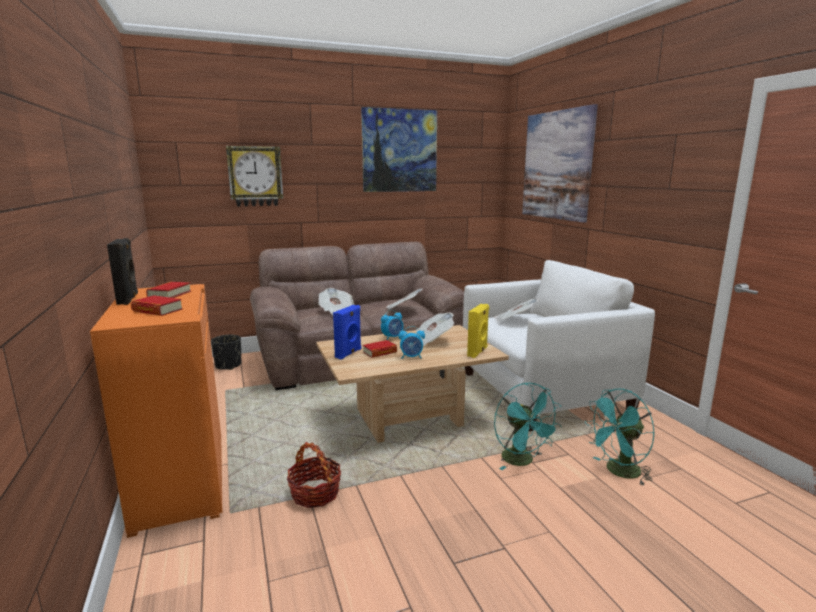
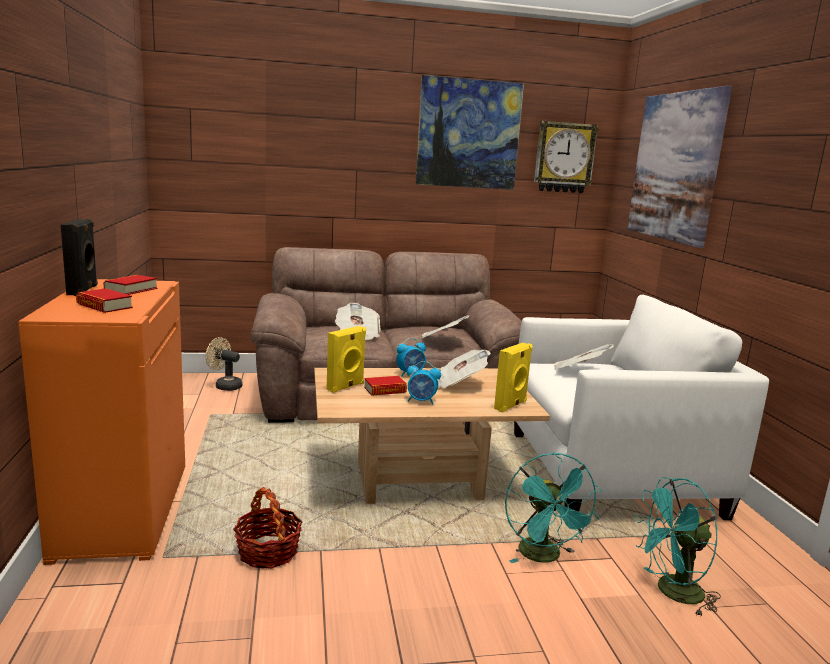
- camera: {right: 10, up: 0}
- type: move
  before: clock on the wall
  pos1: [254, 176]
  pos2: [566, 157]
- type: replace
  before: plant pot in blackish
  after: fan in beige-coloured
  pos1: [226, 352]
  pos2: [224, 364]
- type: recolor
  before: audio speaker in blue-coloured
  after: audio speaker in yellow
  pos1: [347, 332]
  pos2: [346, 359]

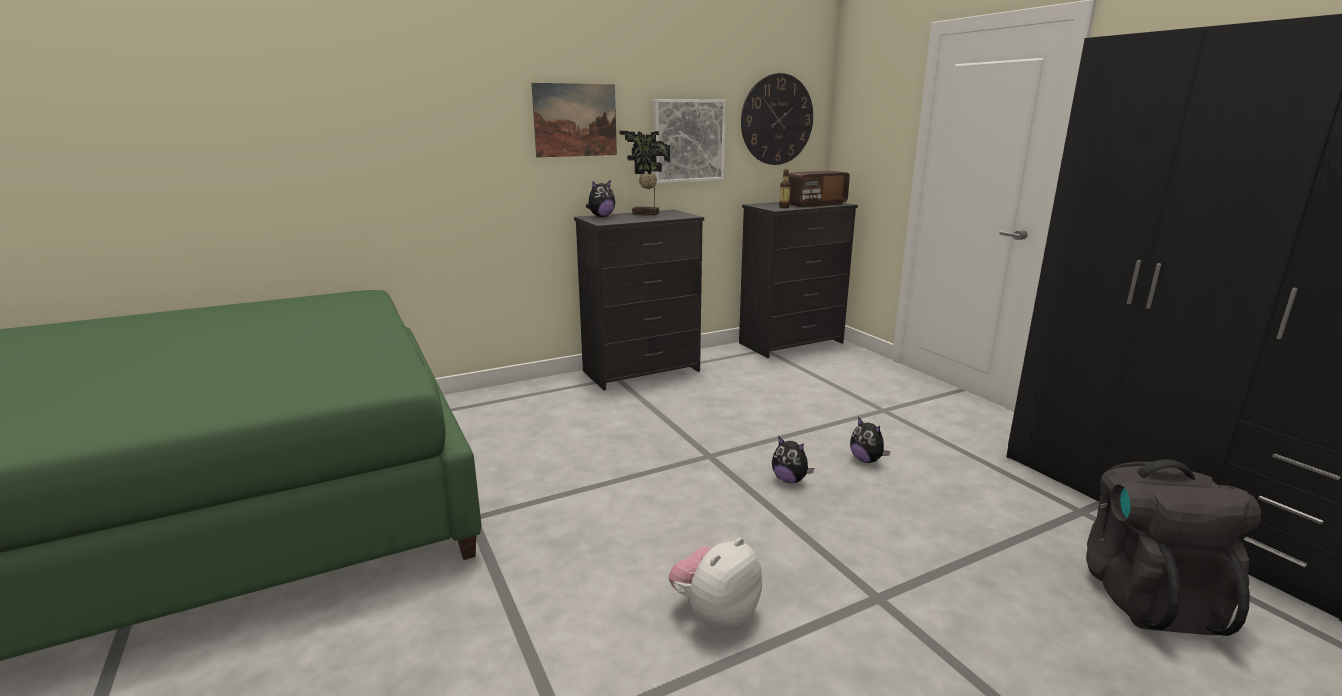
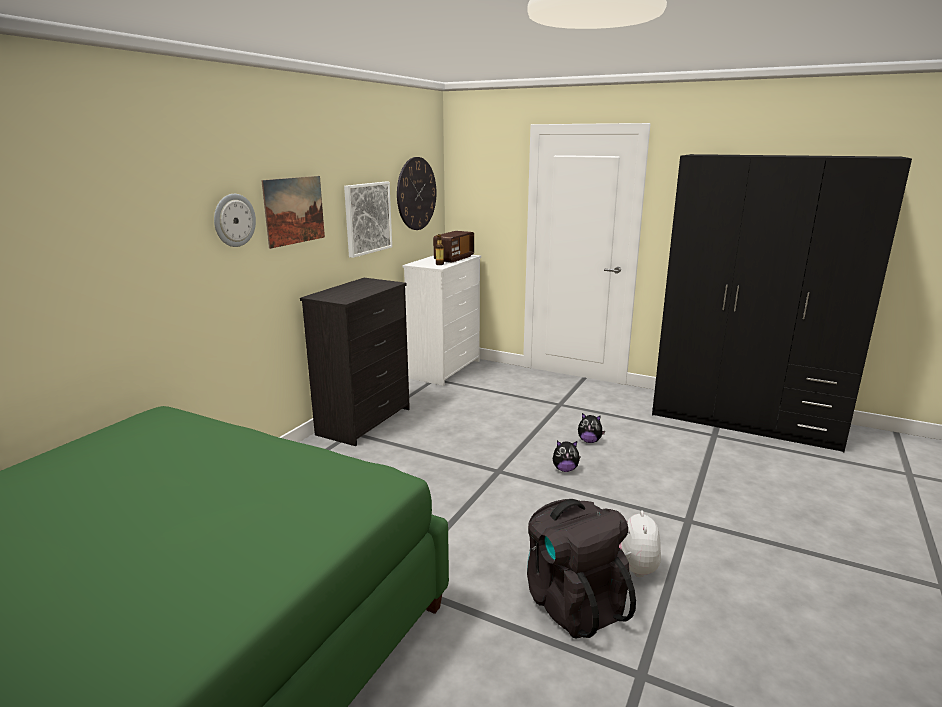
- camera: {right: -35, up: 0}
- type: delete
  before: cuddly toy
  pos1: [600, 198]
- type: delete
  before: potted plant
  pos1: [645, 173]
- type: insert
  after: clock on the wall
  pos2: [235, 220]
- type: move
  before: knapsack in blackish
  pos1: [1173, 547]
  pos2: [581, 569]
- type: recolor
  before: dresser in blackish
  after: dresser in white
  pos1: [798, 280]
  pos2: [442, 320]

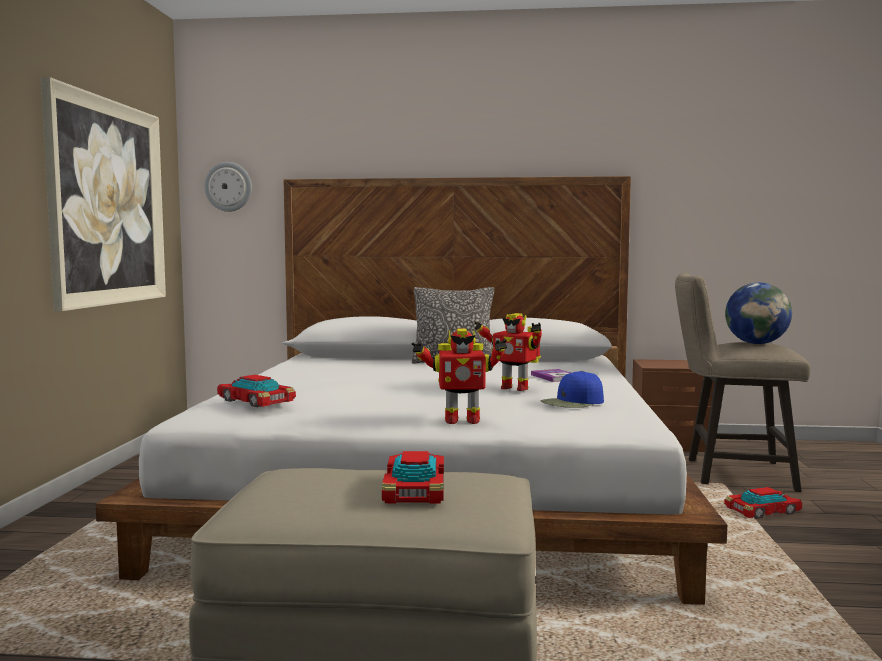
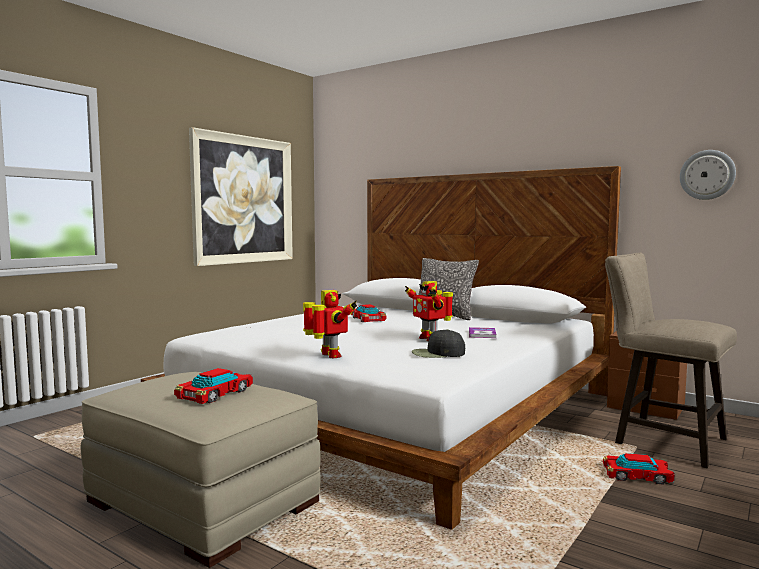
- camera: {right: 30, up: 0}
- type: delete
  before: globe
  pos1: [758, 313]
- type: move
  before: clock on the wall
  pos1: [228, 187]
  pos2: [708, 175]
- type: move
  before: toy car
  pos1: [256, 391]
  pos2: [368, 313]
- type: recolor
  before: baseball cap in blue-coloured
  after: baseball cap in blackish
  pos1: [572, 389]
  pos2: [438, 343]
- type: rotate
  before: robot figure
  pos1: [459, 376]
  pos2: [330, 324]
  turn: -150

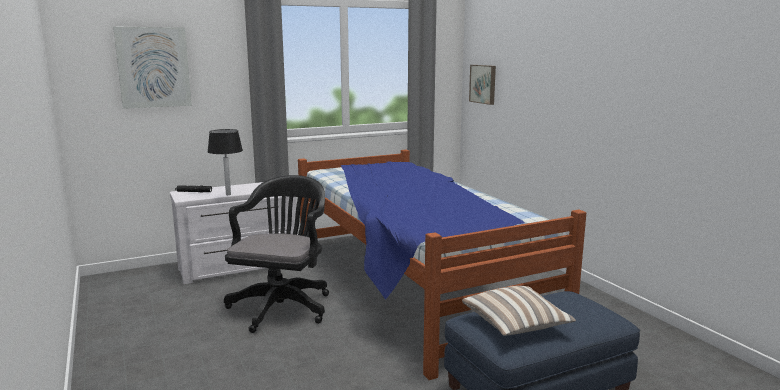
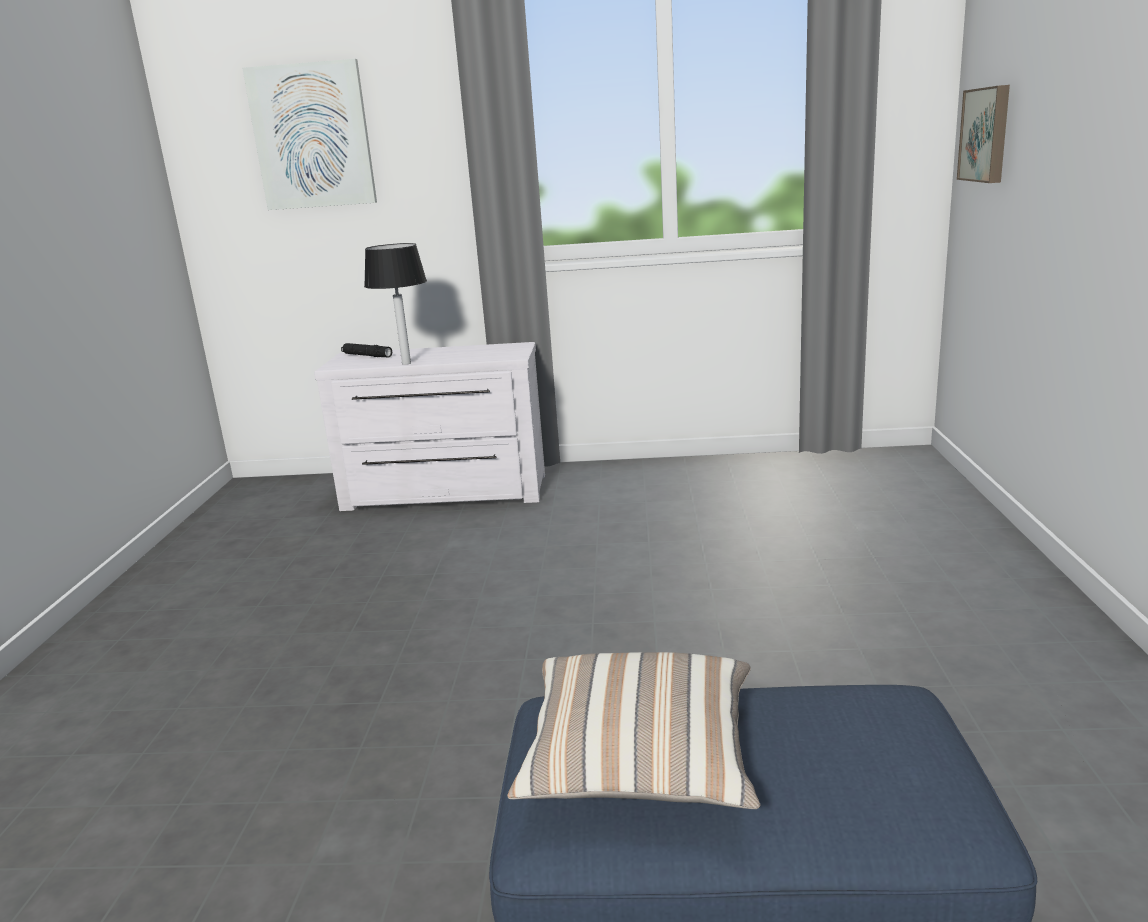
- camera: {right: 30, up: 5}
- type: delete
  before: computer chair in blackish
  pos1: [276, 254]
- type: delete
  before: bedroom bed
  pos1: [442, 265]

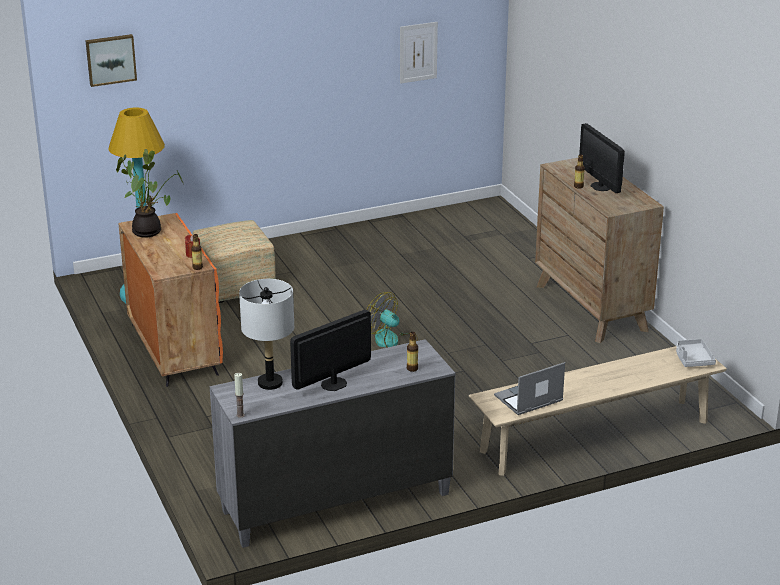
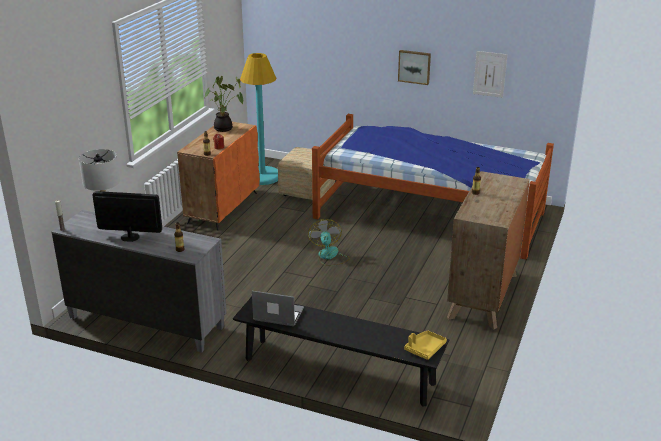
- camera: {right: 45, up: 0}
- type: delete
  before: monitor
  pos1: [602, 158]
- type: insert
  after: bedroom bed
  pos2: [433, 187]
- type: move
  before: picture
  pos1: [111, 60]
  pos2: [414, 67]
- type: recolor
  before: long seat in beige-coloured
  after: long seat in blackish
  pos1: [598, 411]
  pos2: [341, 352]
- type: recolor
  before: serving tray in gray
  after: serving tray in yellow
  pos1: [696, 353]
  pos2: [425, 345]

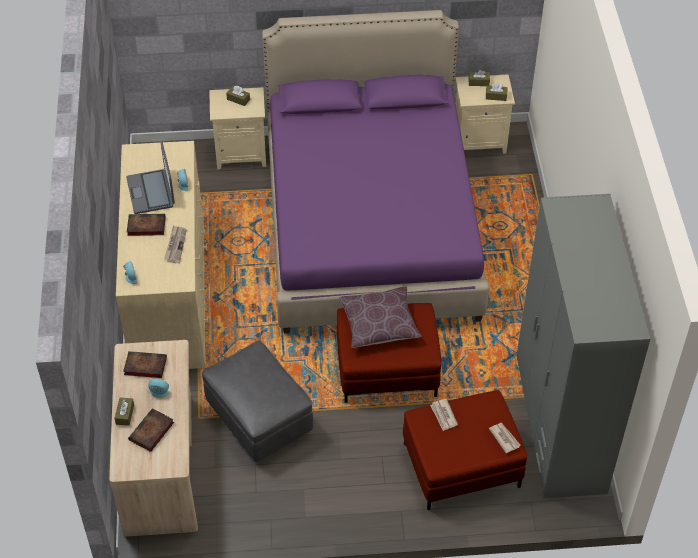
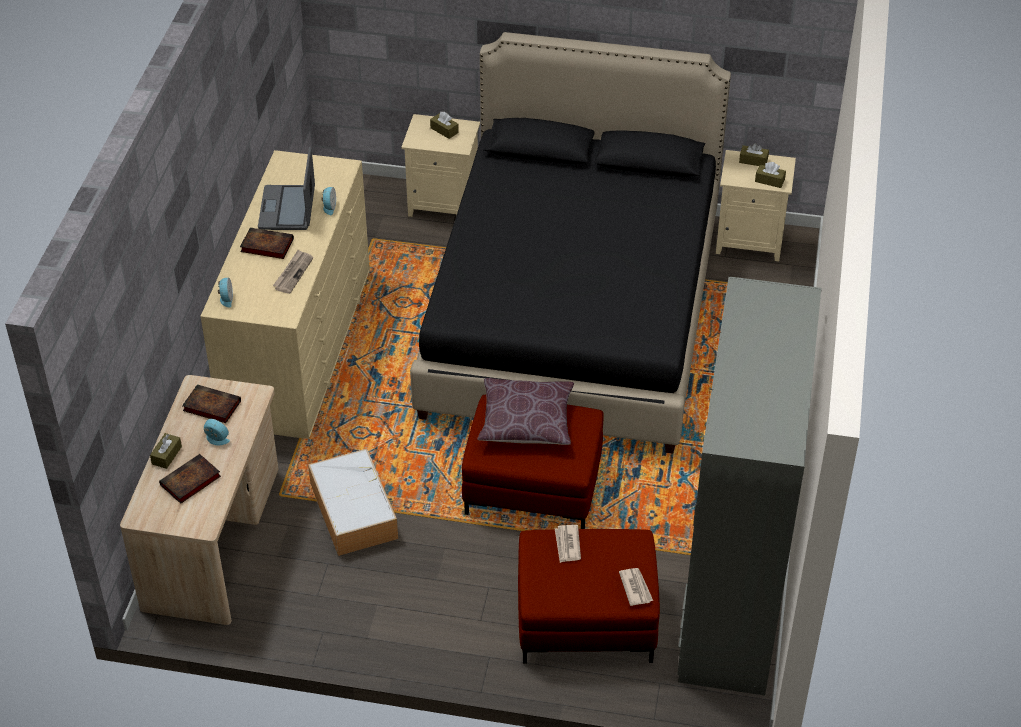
- camera: {right: 15, up: -5}
- type: replace
  before: footrest in gray
  after: storage box
  pos1: [257, 401]
  pos2: [353, 502]
- type: recolor
  before: bedroom bed in purple-coloured
  after: bedroom bed in blackish
  pos1: [375, 172]
  pos2: [570, 243]

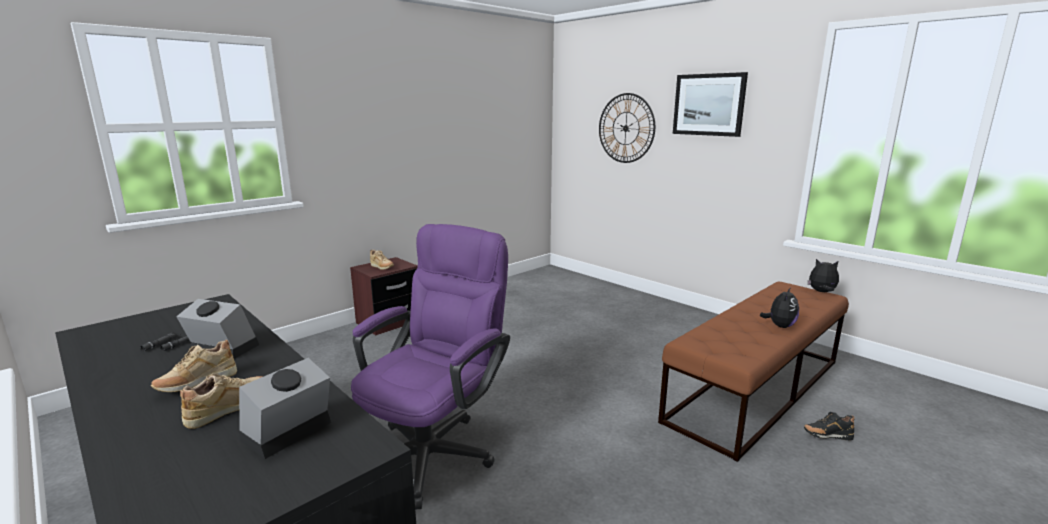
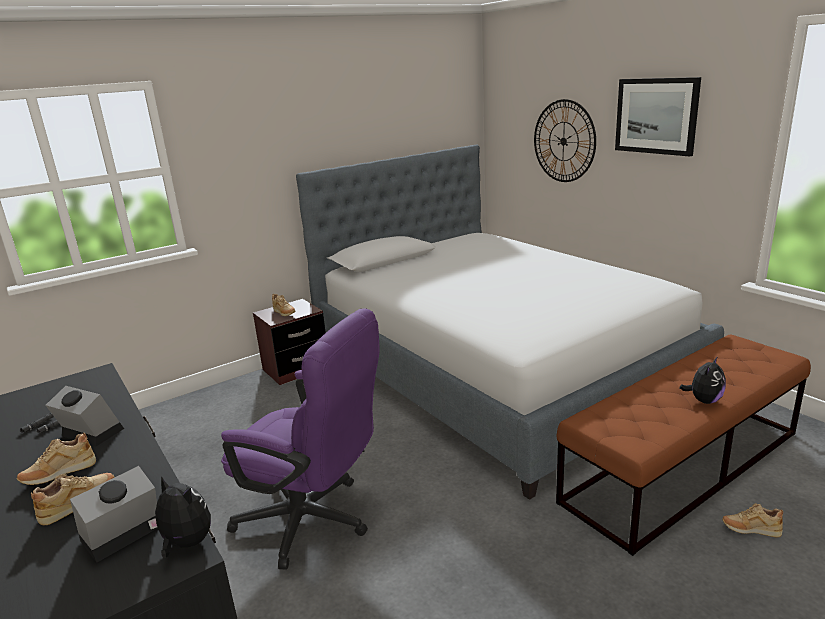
- camera: {right: 10, up: 5}
- type: insert
  after: bedroom bed
  pos2: [510, 322]
- type: move
  before: cuddly toy
  pos1: [823, 275]
  pos2: [179, 517]
- type: recolor
  before: item of footwear in blackish
  after: item of footwear in beige-coloured
  pos1: [829, 426]
  pos2: [752, 520]
- type: rotate
  before: computer chair in purple-coloured
  pos1: [430, 367]
  pos2: [300, 439]
  turn: 75

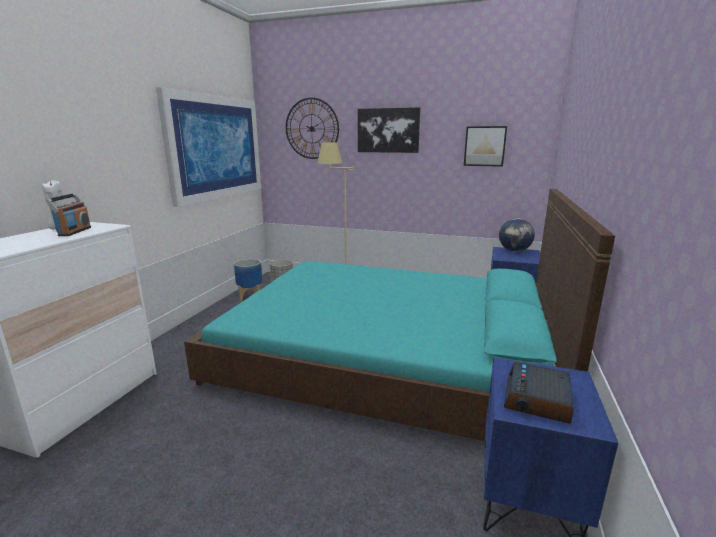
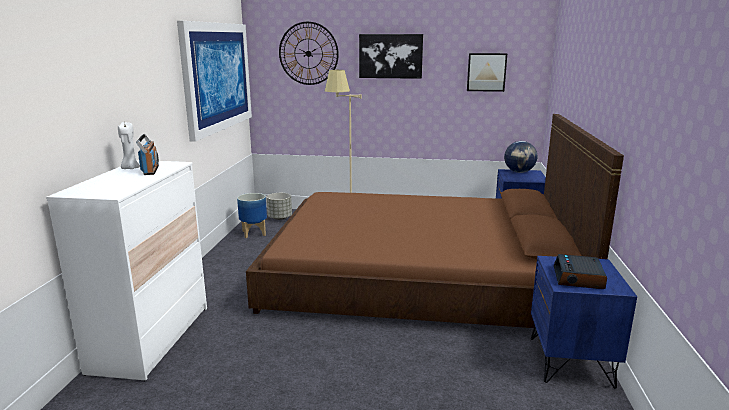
- camera: {right: -10, up: 0}
- type: recolor
  before: bedroom bed in turquoise
  after: bedroom bed in brown-coloured
  pos1: [399, 315]
  pos2: [435, 221]

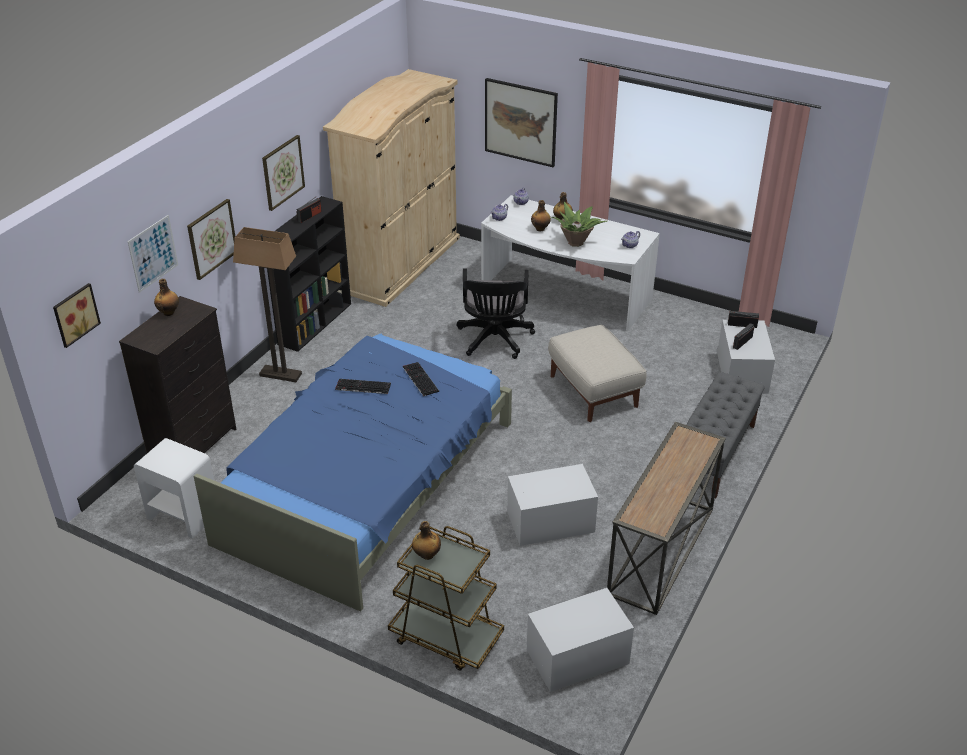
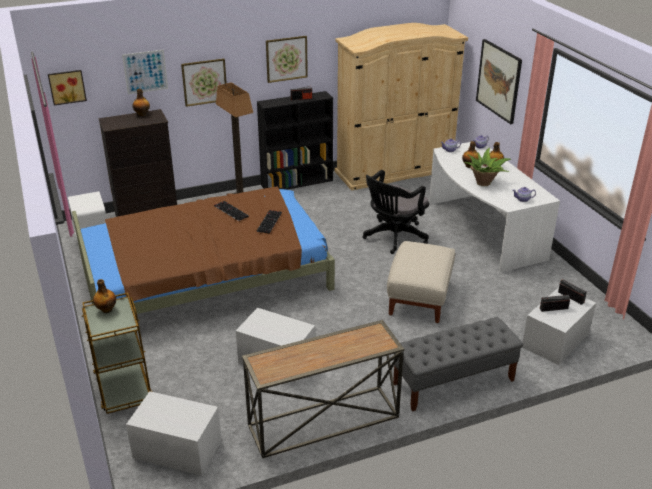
- camera: {right: 40, up: -5}
- type: recolor
  before: bedroom bed in blue-coloured
  after: bedroom bed in brown-coloured
  pos1: [353, 473]
  pos2: [203, 250]

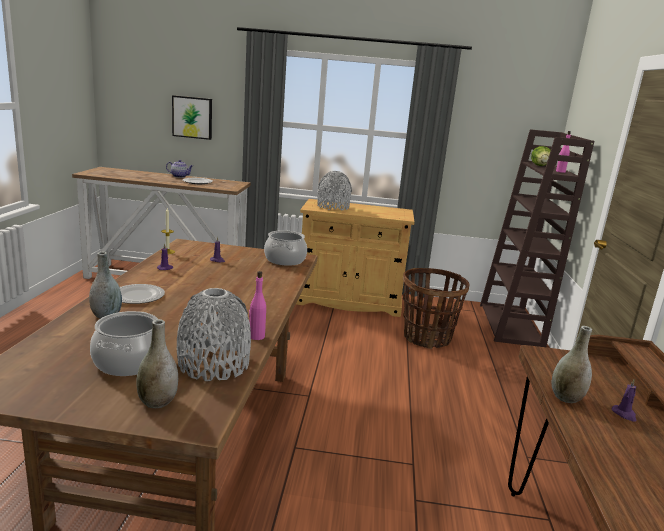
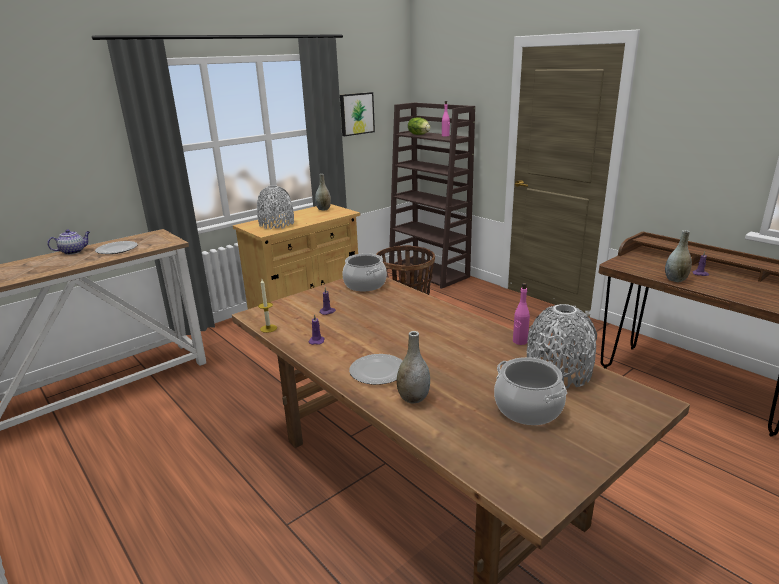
- camera: {right: -45, up: 5}
- type: move
  before: flower vase in gray
  pos1: [157, 363]
  pos2: [323, 192]
- type: move
  before: picture
  pos1: [192, 117]
  pos2: [357, 114]

